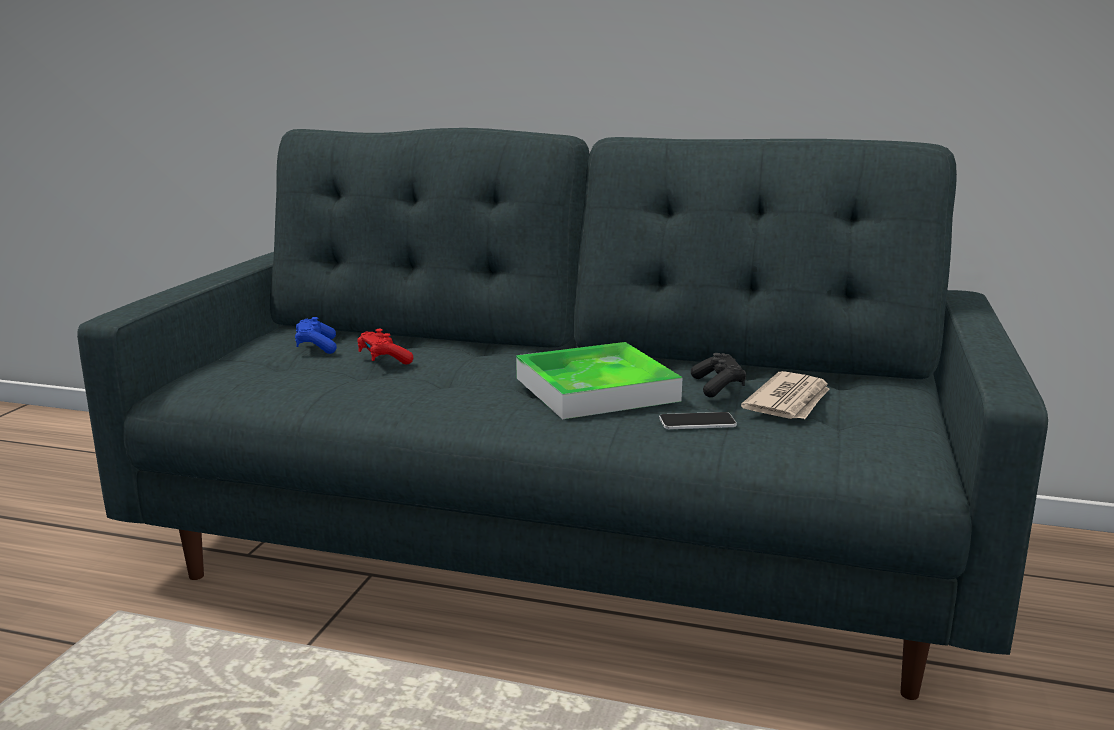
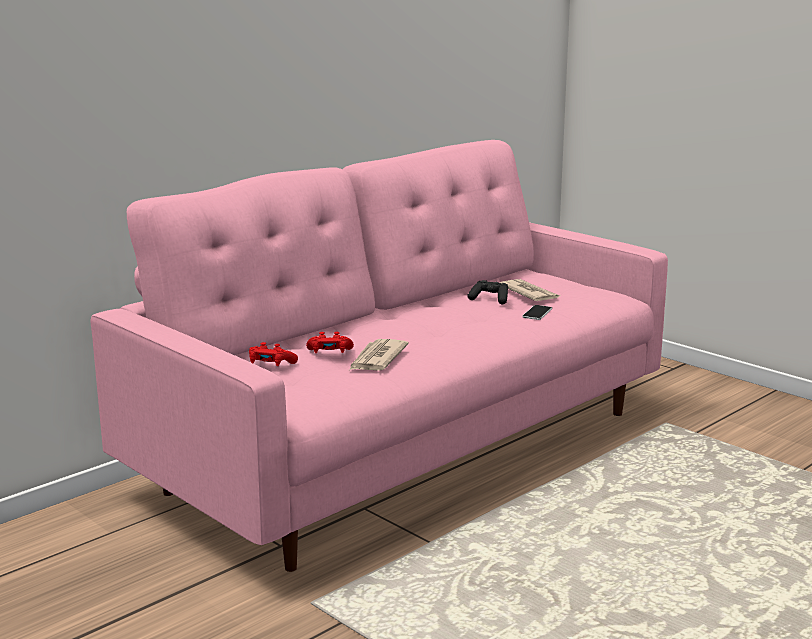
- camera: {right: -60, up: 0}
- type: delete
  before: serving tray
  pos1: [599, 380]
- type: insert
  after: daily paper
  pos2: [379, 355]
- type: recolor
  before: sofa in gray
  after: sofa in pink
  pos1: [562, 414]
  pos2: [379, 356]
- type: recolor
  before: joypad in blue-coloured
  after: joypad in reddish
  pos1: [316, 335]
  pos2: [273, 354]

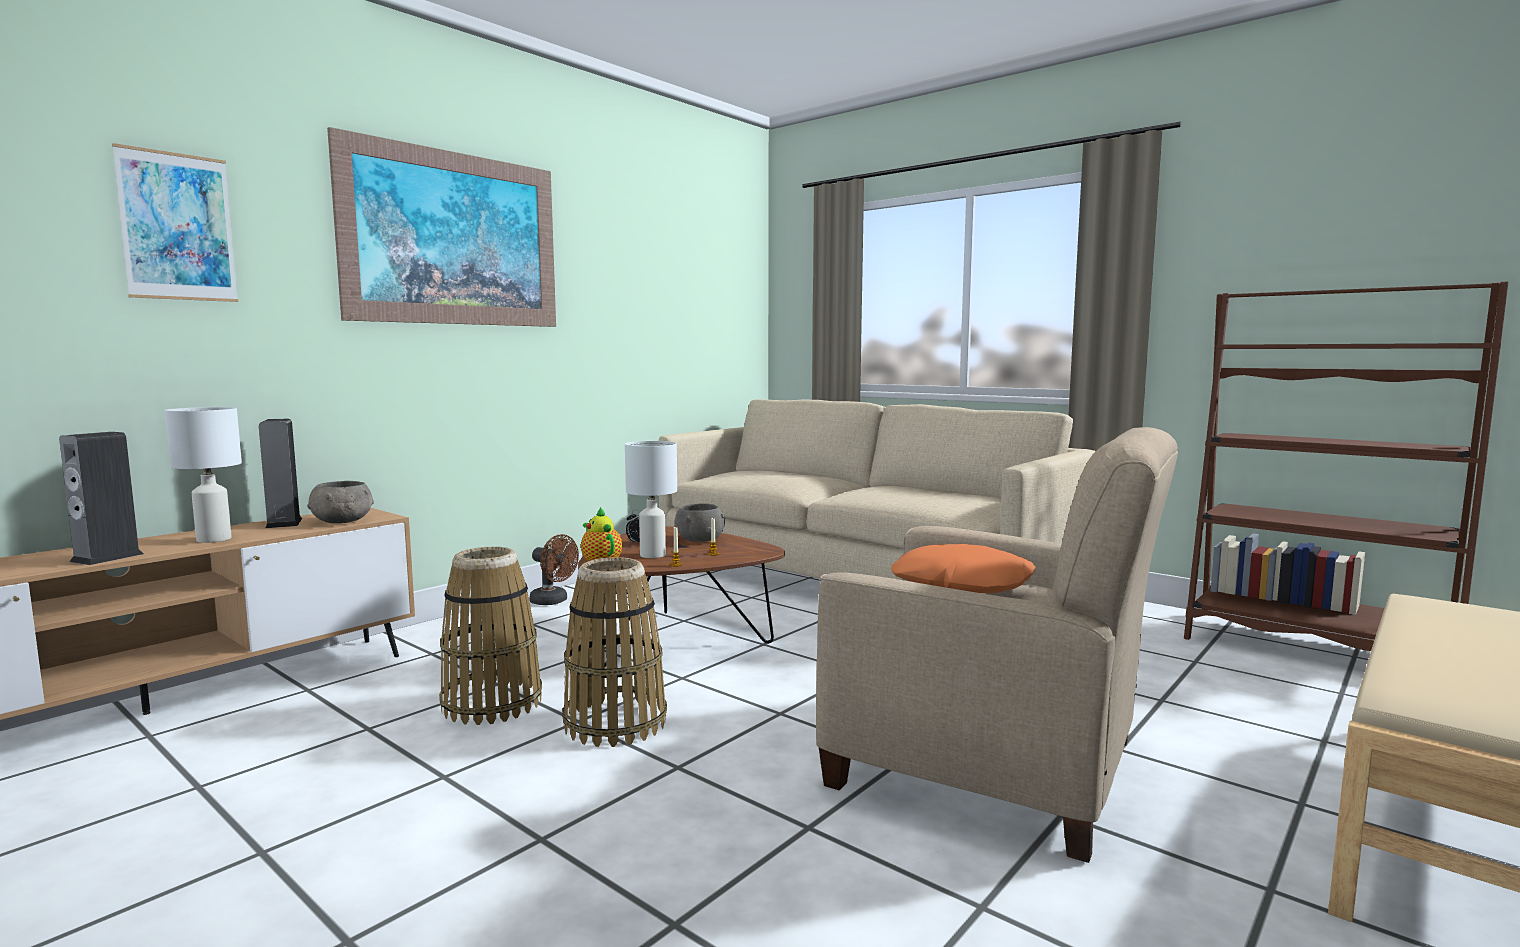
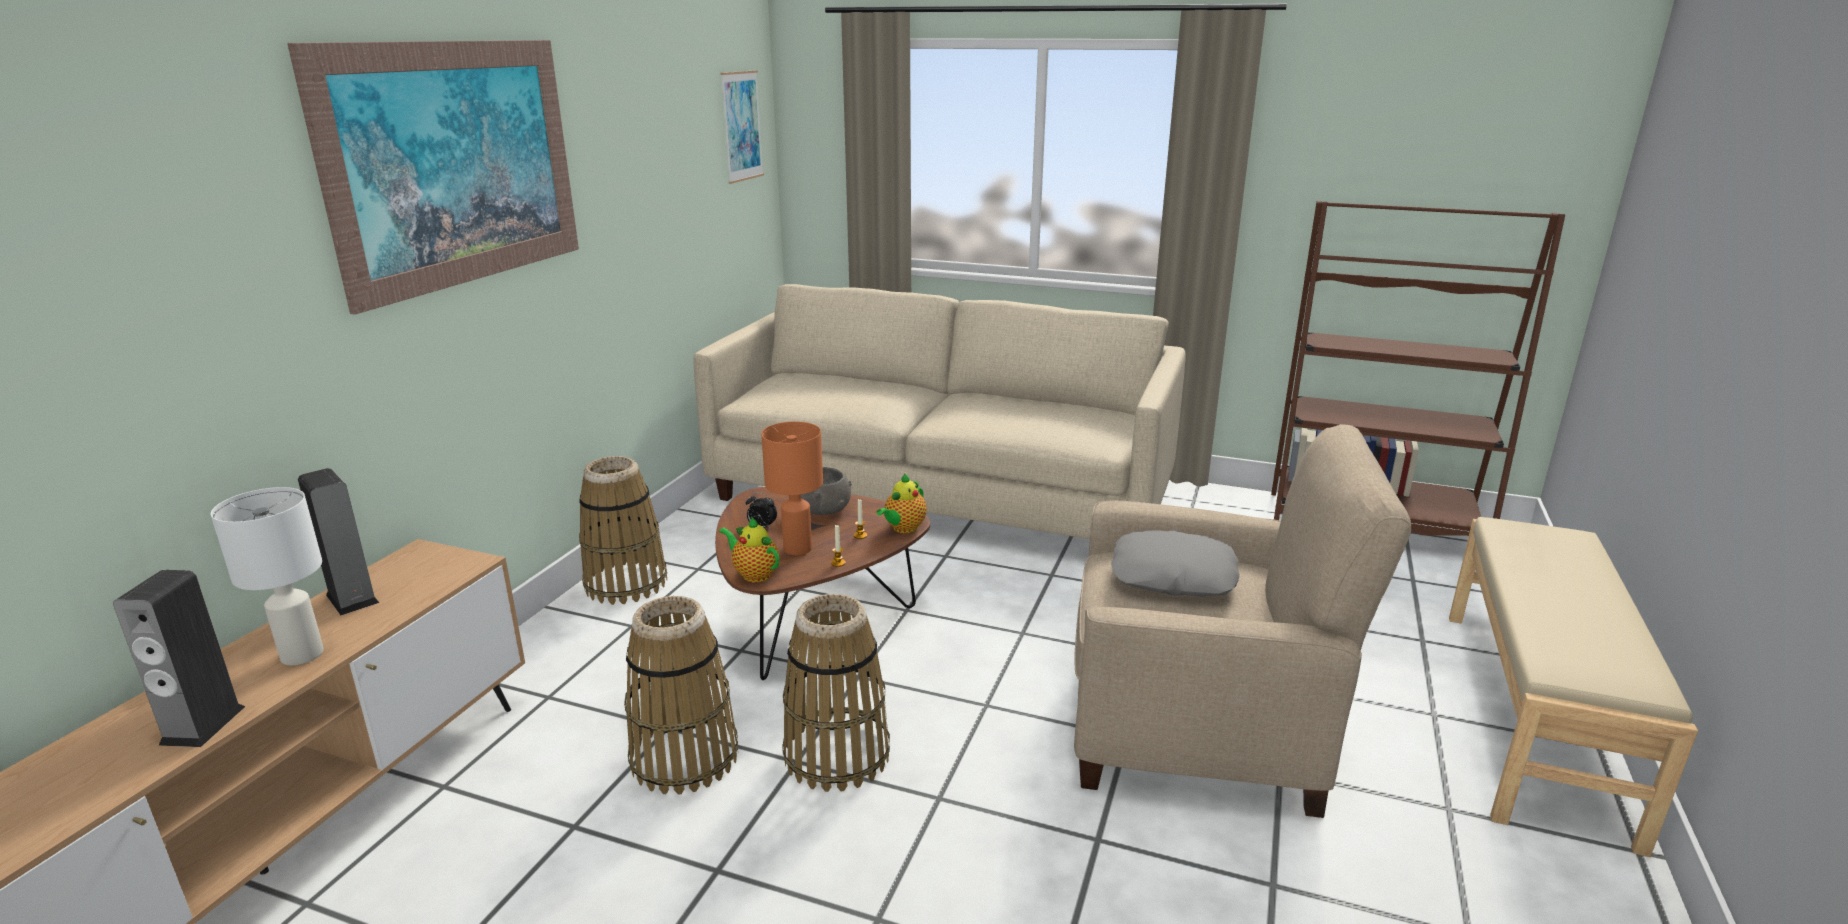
- camera: {right: -20, up: 15}
- type: delete
  before: bowl in gray
  pos1: [340, 502]
- type: insert
  after: teapot
  pos2: [901, 503]
- type: move
  before: picture
  pos1: [175, 222]
  pos2: [742, 127]
- type: replace
  before: fan in brown-coloured
  after: storage basket
  pos1: [554, 569]
  pos2: [623, 530]
- type: recolor
  before: table lamp in white
  after: table lamp in orange-coloured
  pos1: [651, 499]
  pos2: [792, 488]
- type: recolor
  before: pillow in orange-coloured
  after: pillow in gray
  pos1: [963, 568]
  pos2: [1175, 563]

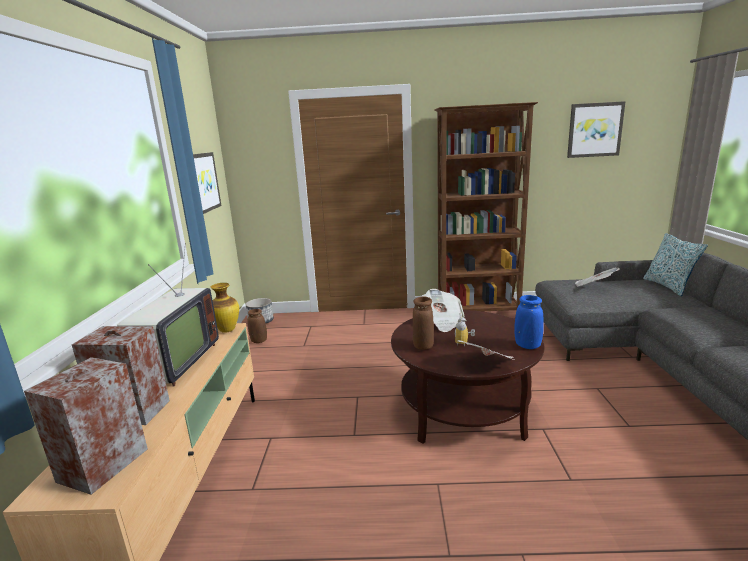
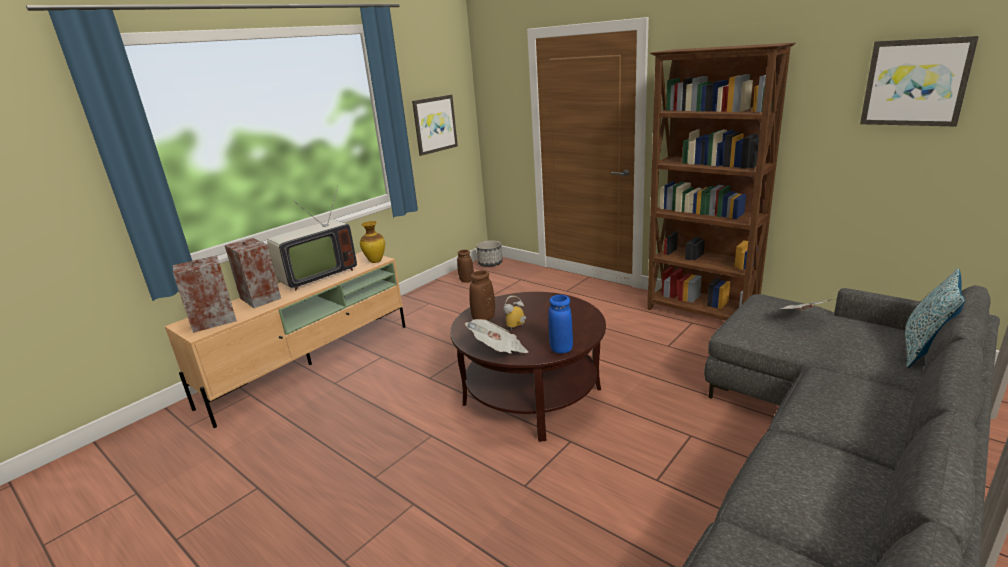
- camera: {right: 40, up: 5}
- type: delete
  before: daily paper
  pos1: [442, 310]

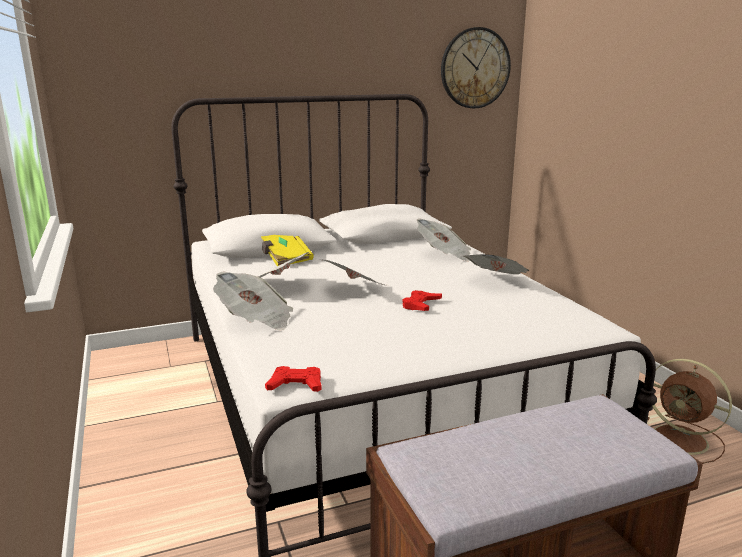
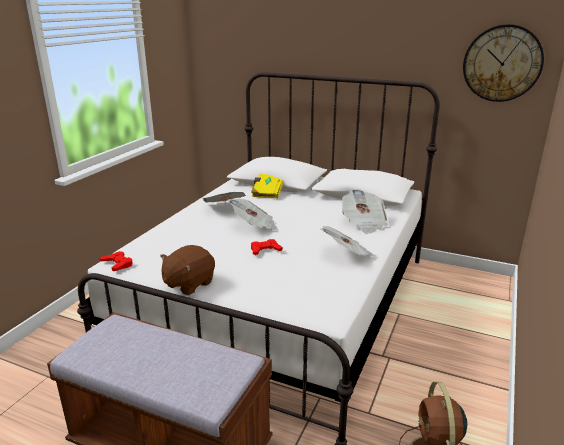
- camera: {right: 45, up: 5}
- type: delete
  before: daily paper
  pos1: [253, 301]
- type: insert
  after: cuddly toy in brown-coloured
  pos2: [187, 270]

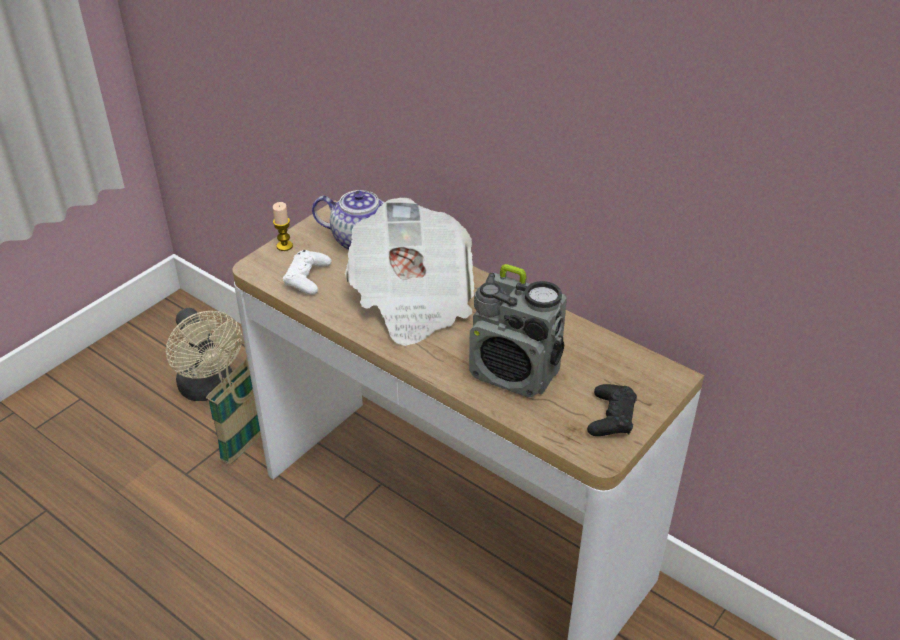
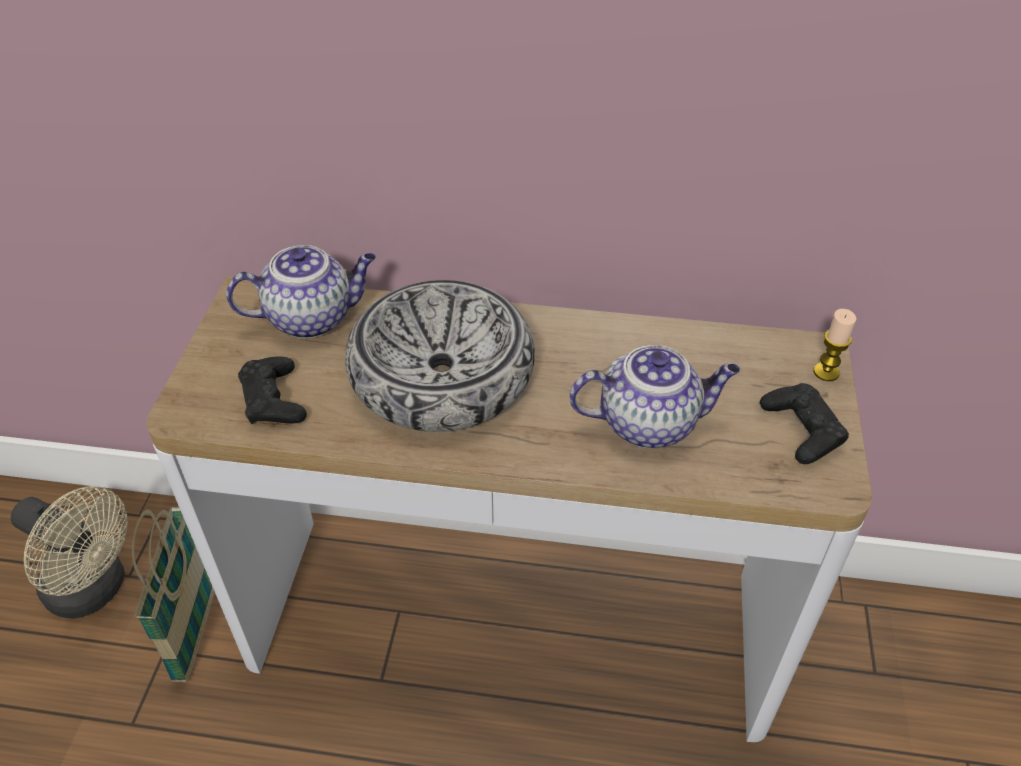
- camera: {right: -30, up: 5}
- type: move
  before: candle
  pos1: [283, 226]
  pos2: [834, 345]
- type: replace
  before: daily paper
  after: bowl
  pos1: [409, 272]
  pos2: [440, 356]
- type: replace
  before: radio set
  after: teapot
  pos1: [518, 330]
  pos2: [654, 396]
- type: recolor
  before: joypad in white
  after: joypad in blackish
  pos1: [307, 272]
  pos2: [272, 390]

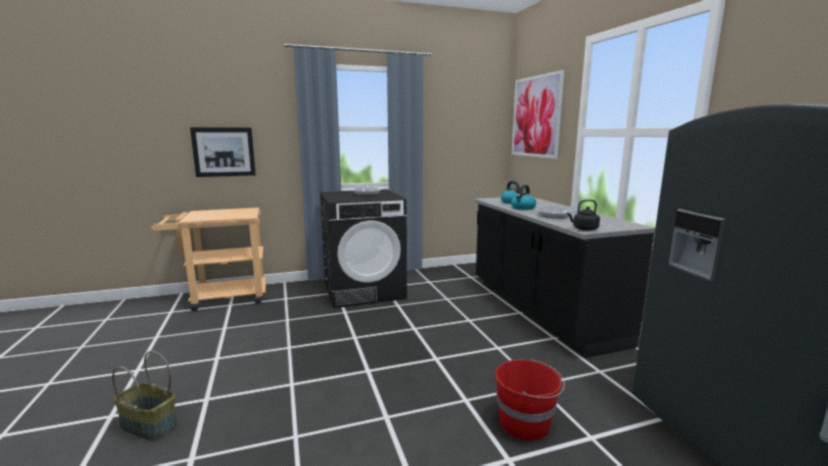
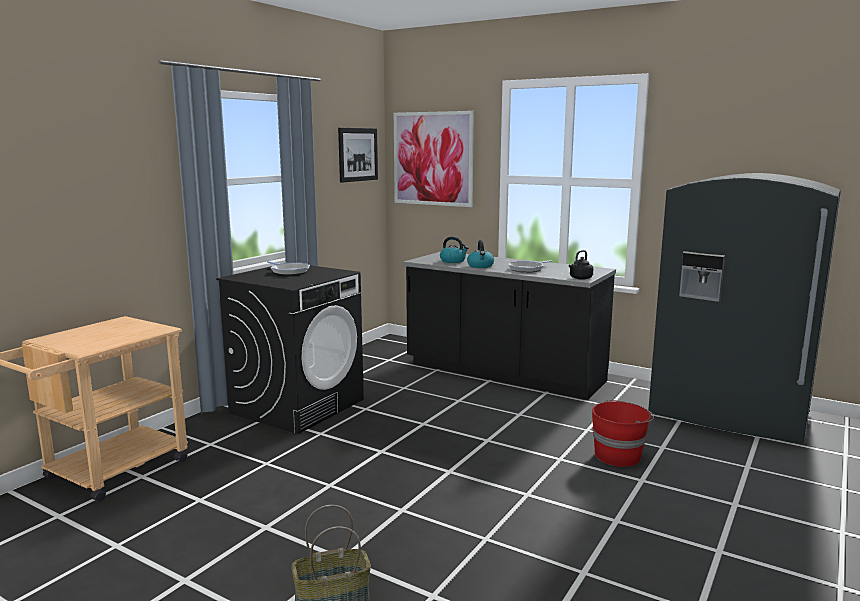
- camera: {right: -40, up: 0}
- type: move
  before: picture
  pos1: [223, 152]
  pos2: [358, 155]

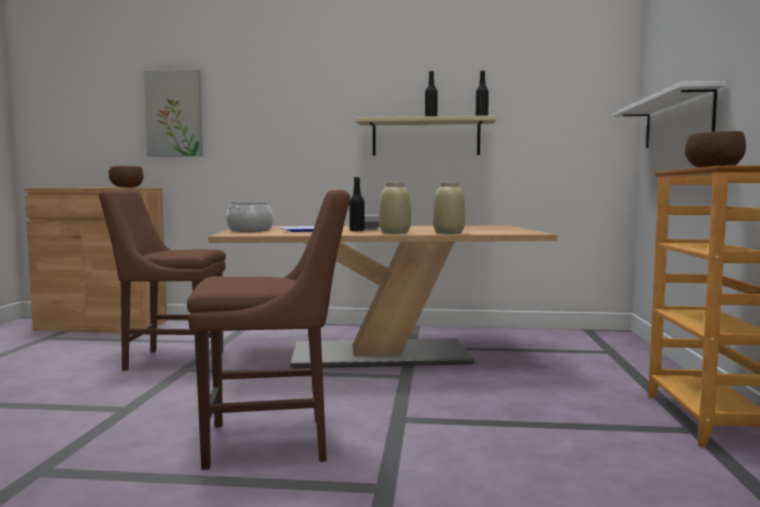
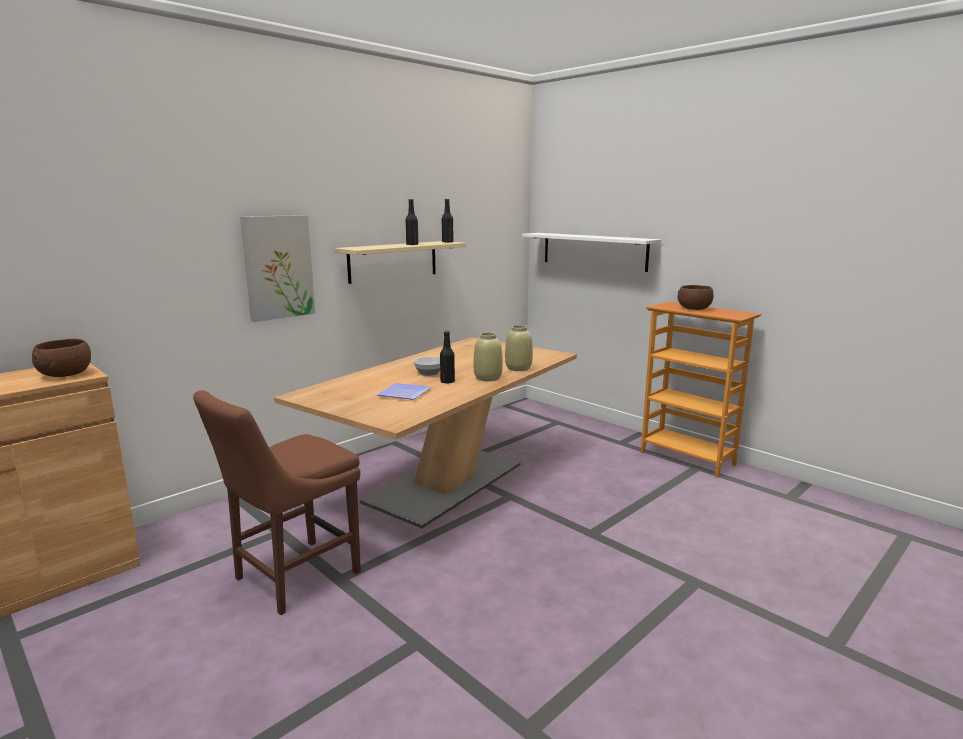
- camera: {right: -50, up: 10}
- type: delete
  before: upright chair in brown-coloured
  pos1: [268, 330]
- type: delete
  before: cooking pot
  pos1: [249, 217]
- type: move
  before: picture
  pos1: [173, 113]
  pos2: [277, 268]

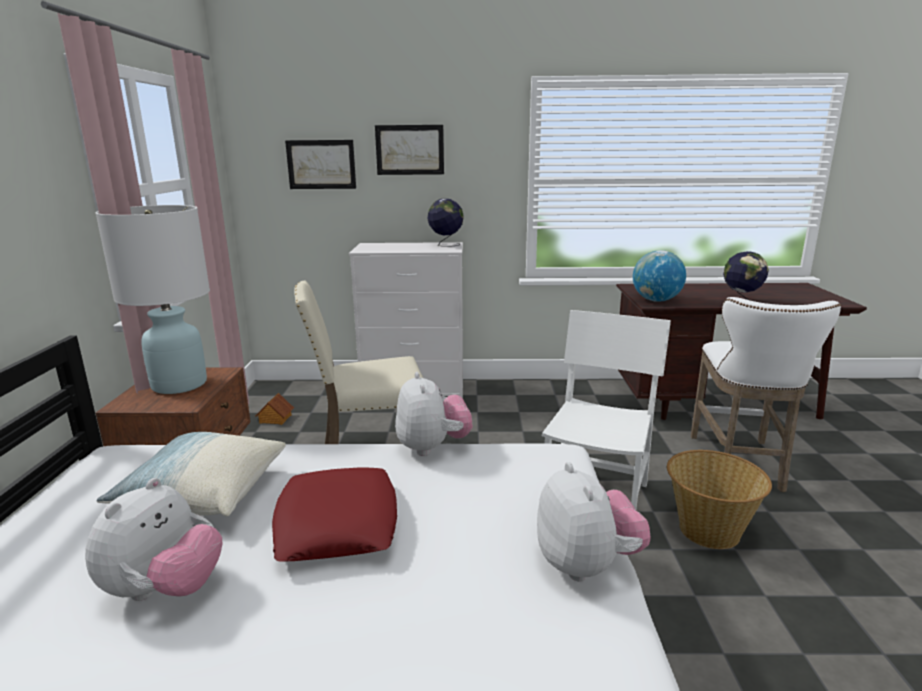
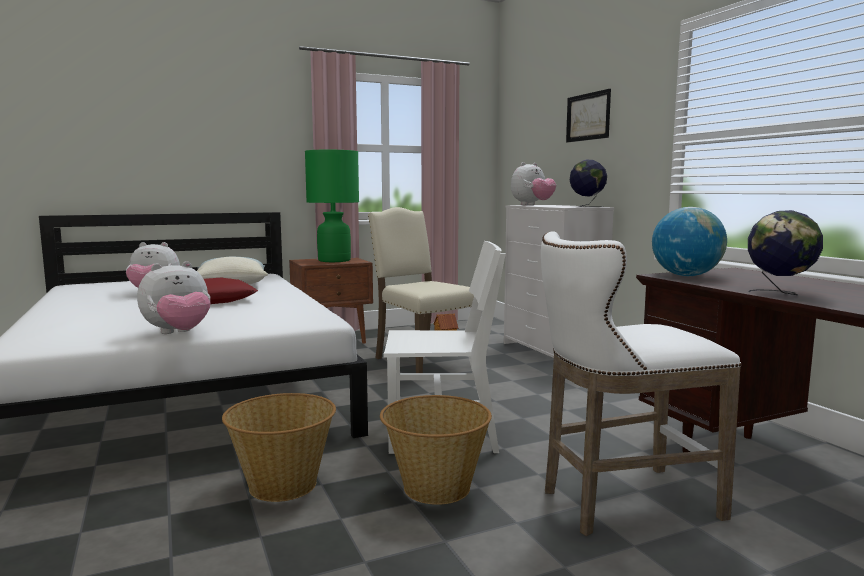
- camera: {right: 65, up: -10}
- type: delete
  before: picture
  pos1: [320, 164]
- type: insert
  after: storage basket
  pos2: [279, 447]
- type: move
  before: cuddly toy
  pos1: [434, 414]
  pos2: [533, 183]
- type: recolor
  before: table lamp in white
  after: table lamp in green
  pos1: [152, 299]
  pos2: [332, 206]

